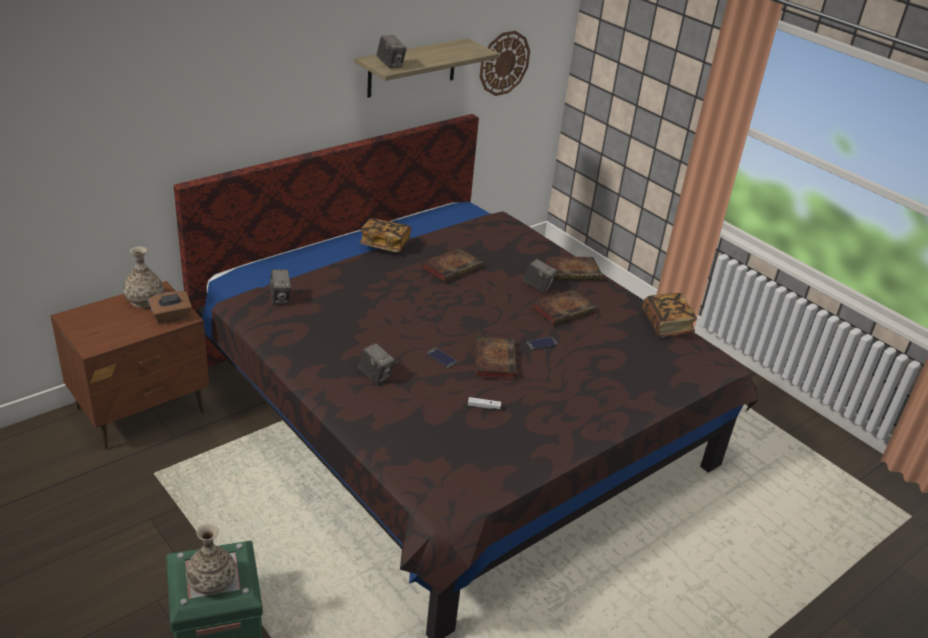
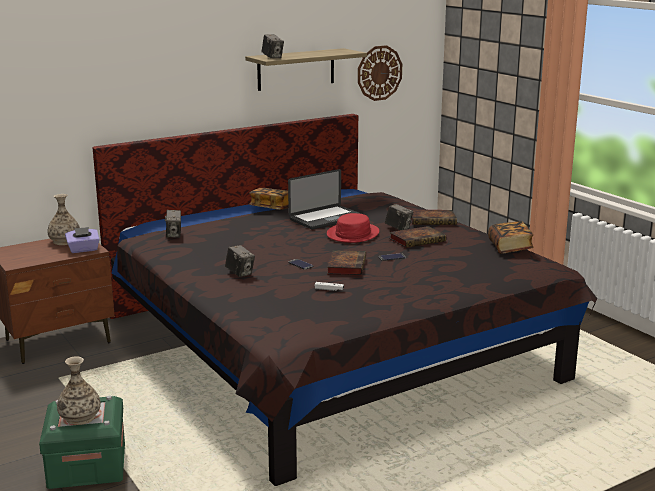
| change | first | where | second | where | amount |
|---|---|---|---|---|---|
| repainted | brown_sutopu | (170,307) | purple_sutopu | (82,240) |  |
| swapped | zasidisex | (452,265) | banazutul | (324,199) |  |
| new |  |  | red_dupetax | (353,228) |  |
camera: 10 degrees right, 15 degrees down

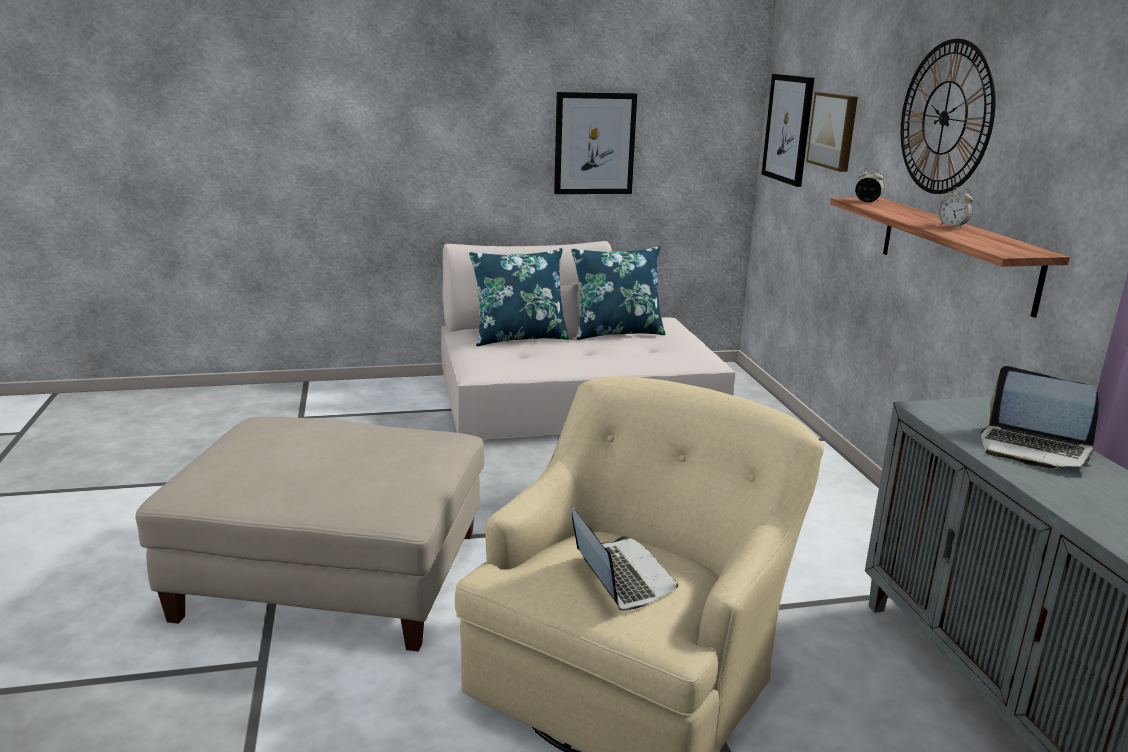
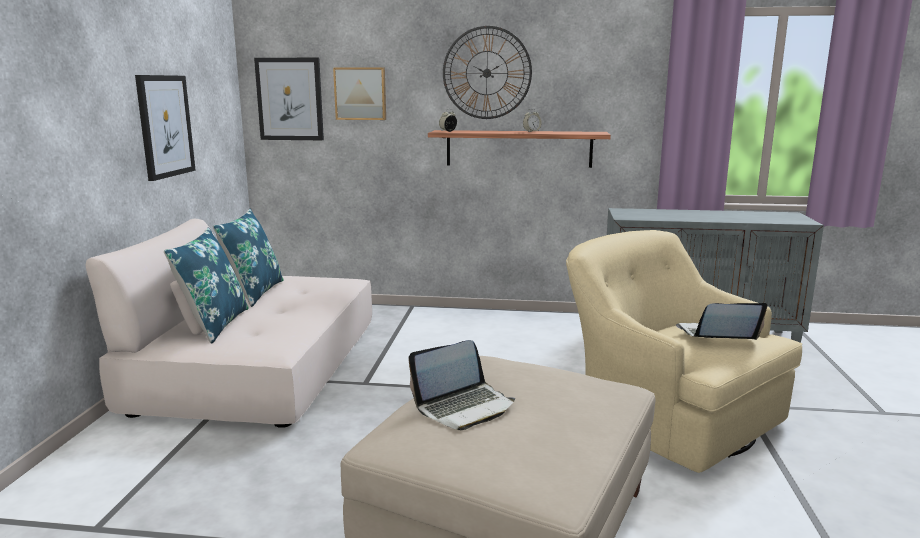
| change | first | where | second | where | amount |
|---|---|---|---|---|---|
| shifted | banazutul | (1040,417) |  | (461,385) |  |
camera: 70 degrees left, 5 degrees down

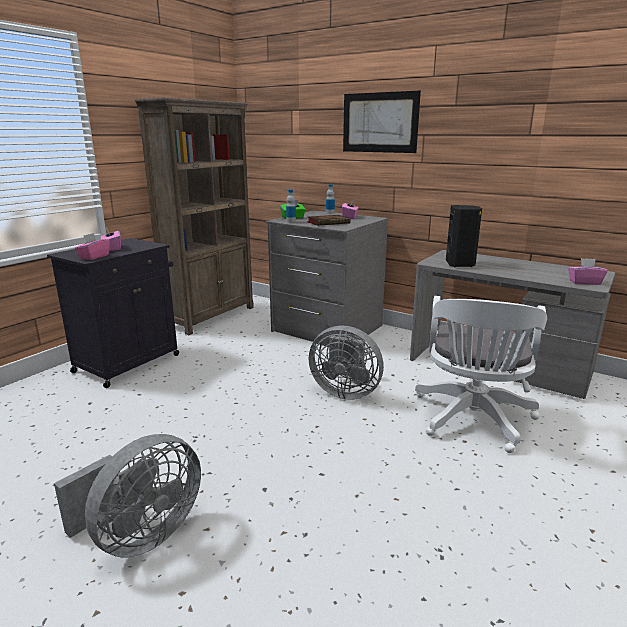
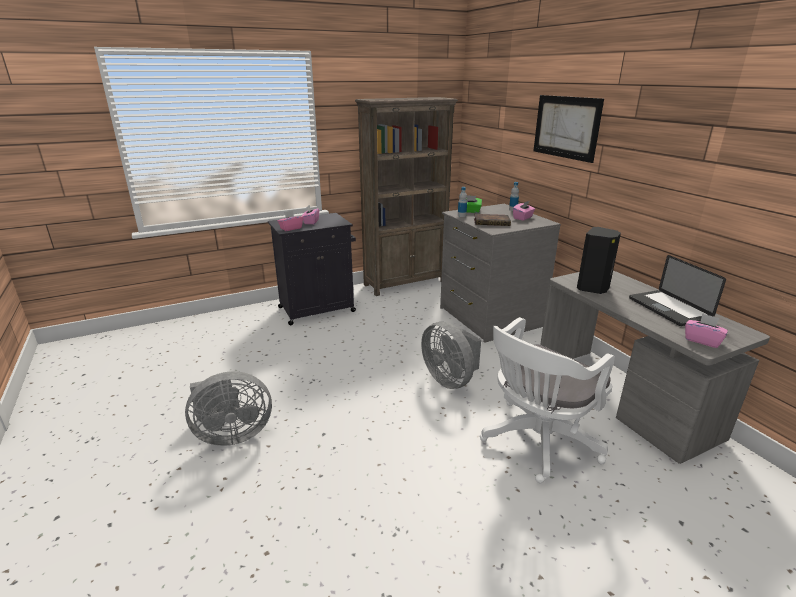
| change | first | where | second | where | amount |
|---|---|---|---|---|---|
| new |  |  | banazutul | (677,290) |  |
camera: 30 degrees right, 5 degrees up

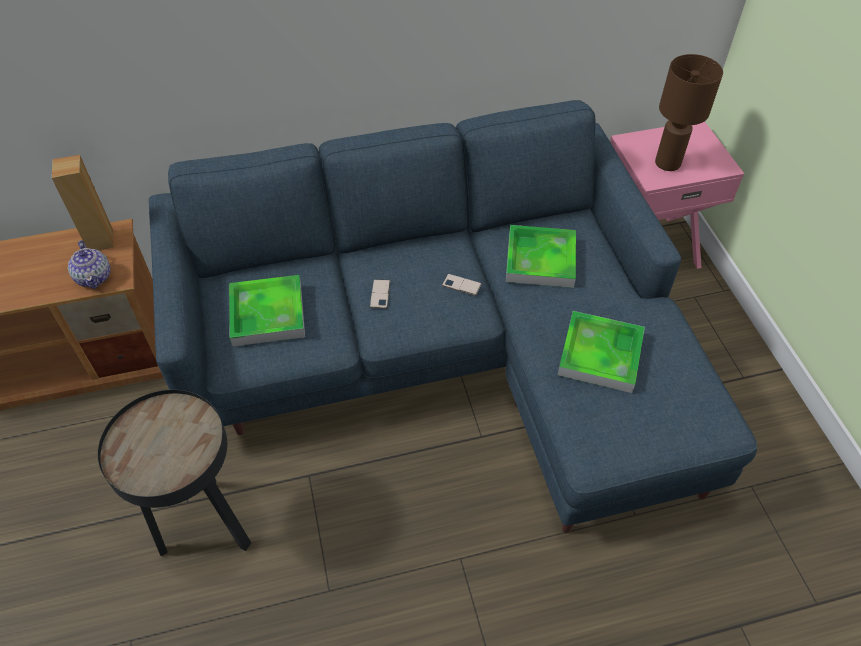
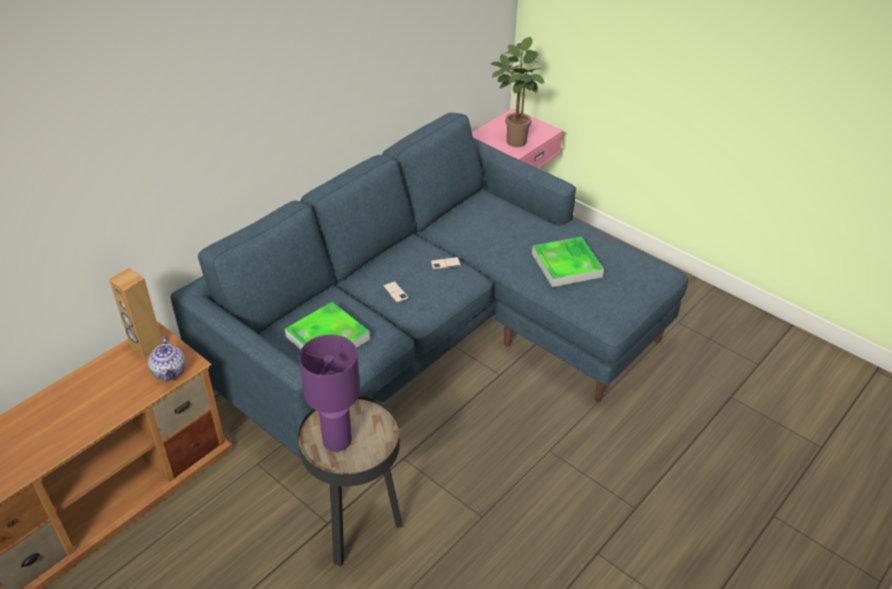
| change | first | where | second | where | amount |
|---|---|---|---|---|---|
| rotated | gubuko | (89,264) |  | (167,359) | 45 degrees clockwise |
| gone | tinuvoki | (541,256) |  |  |  |
| swapped | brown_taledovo | (689,112) | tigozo | (517,92) |  |
| new |  |  | purple_taledovo | (329,393) |  |
camera: 35 degrees left, 10 degrees down

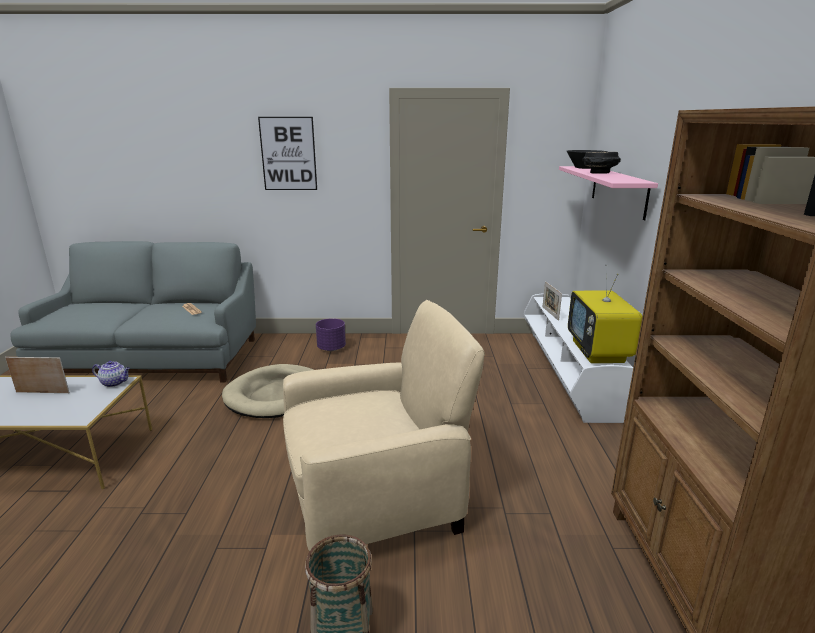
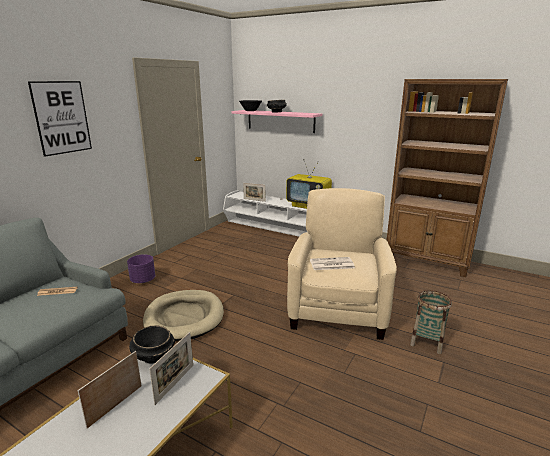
| change | first | where | second | where | amount |
|---|---|---|---|---|---|
| swapped | gubuko | (111,374) | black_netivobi | (152,344) |  |
| new |  |  | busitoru | (171,368) |  |
| new |  |  | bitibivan | (332,263) |  |
camera: 60 degrees left, 0 degrees up

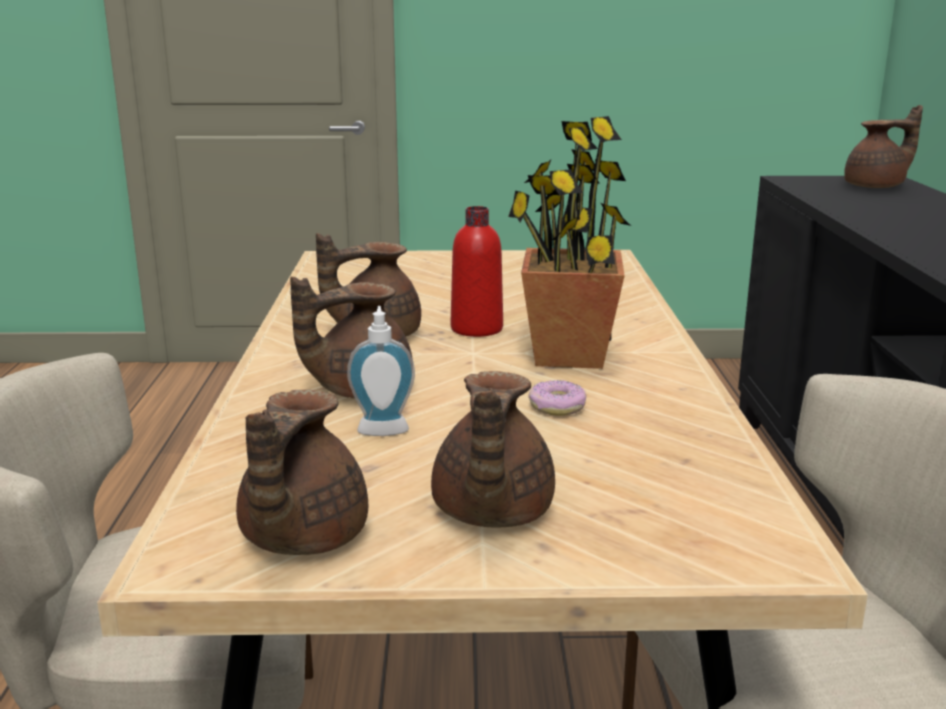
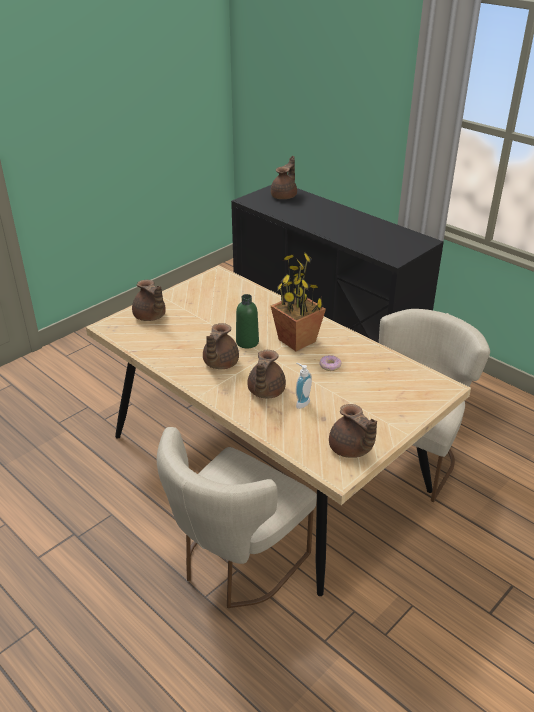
| change | first | where | second | where | amount |
|---|---|---|---|---|---|
| shifted | brown_gubuko | (493,449) |  | (149,300) |  |
| repainted | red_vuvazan | (477,271) | green_vuvazan | (247,321) |  |
camera: 45 degrees left, 15 degrees up

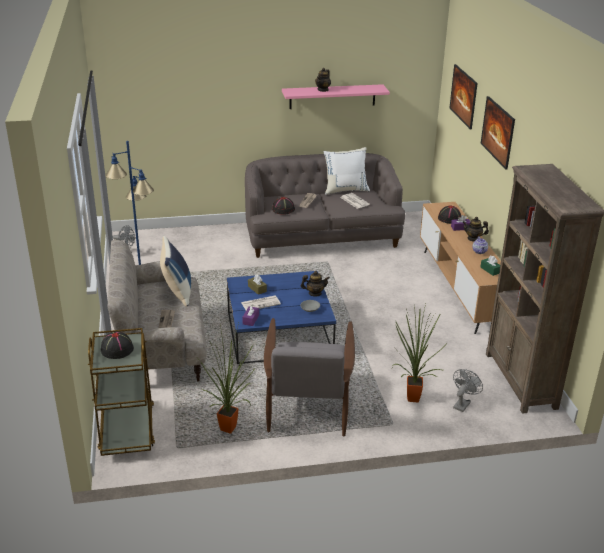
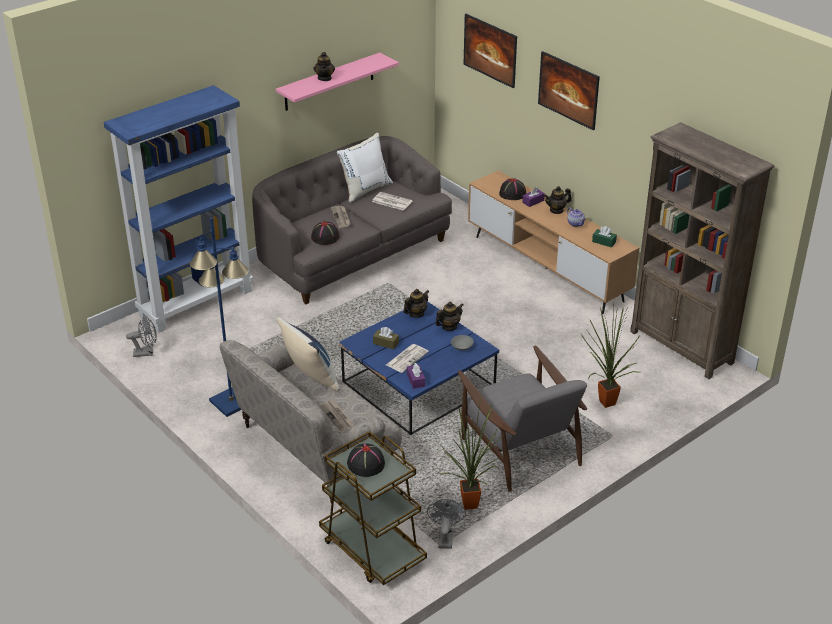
| change | first | where | second | where | amount |
|---|---|---|---|---|---|
| shifted | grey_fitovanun | (468,390) |  | (446,524) |  |
| new |  |  | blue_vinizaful | (178,209) |  |
| new |  |  | gubuko | (416,303) |  |
camera: 30 degrees left, 5 degrees up

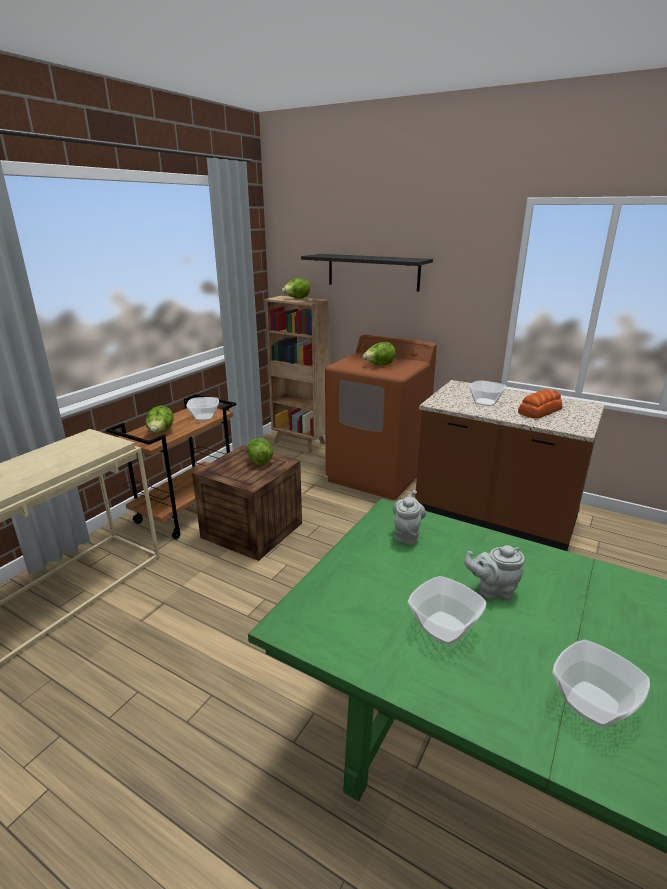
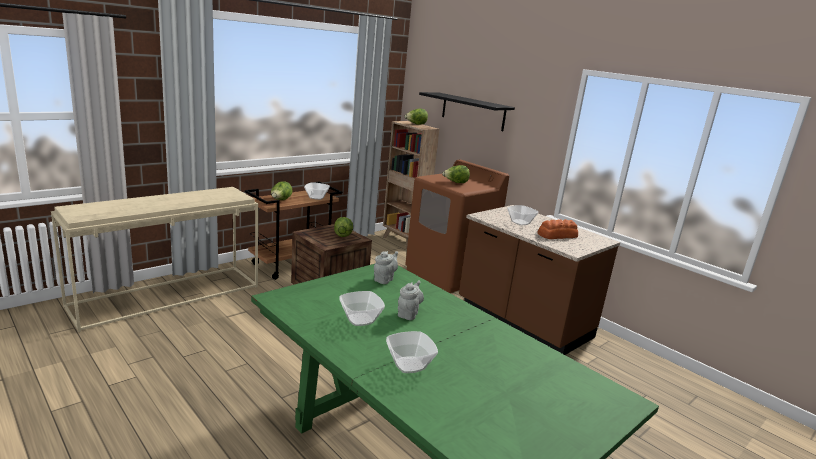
| change | first | where | second | where | amount |
|---|---|---|---|---|---|
| rotated | grey_gubuko | (494,572) |  | (411,300) | 90 degrees clockwise |
camera: 15 degrees right, 5 degrees down

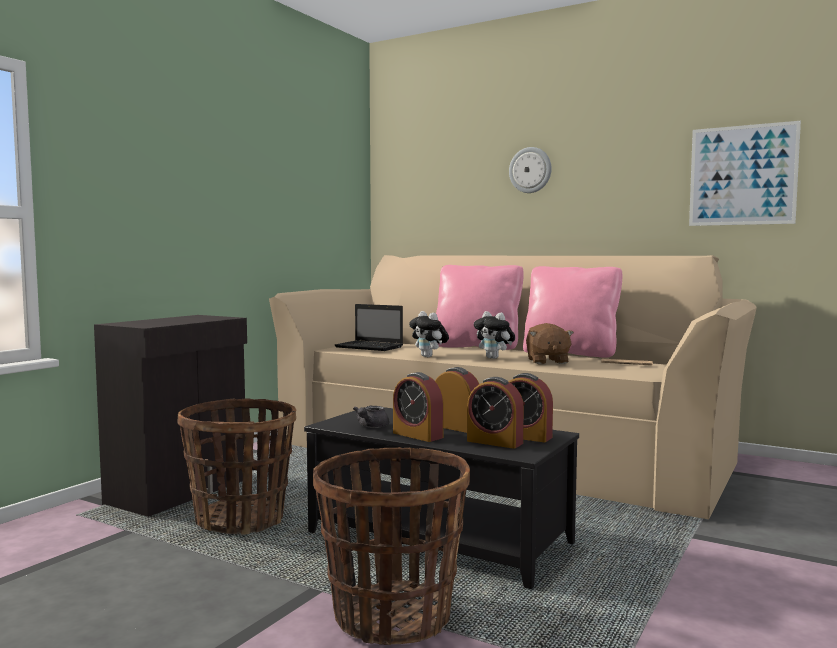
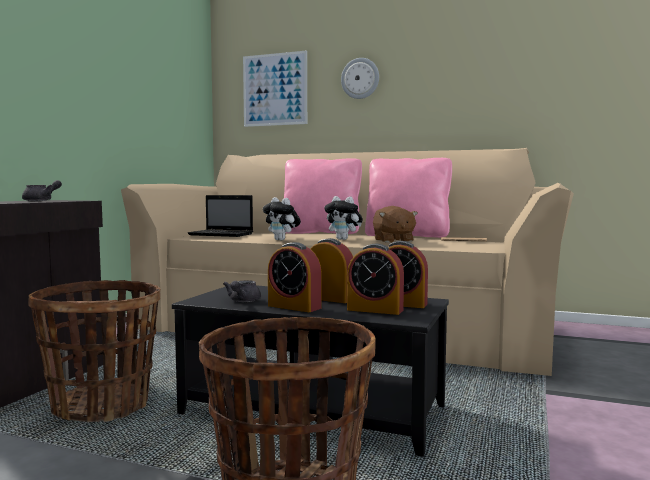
| change | first | where | second | where | amount |
|---|---|---|---|---|---|
| shifted | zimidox | (745,173) |  | (275,88) |  |
| new |  |  | grey_gubuko | (42,190) |  |
camera: 10 degrees left, 0 degrees up

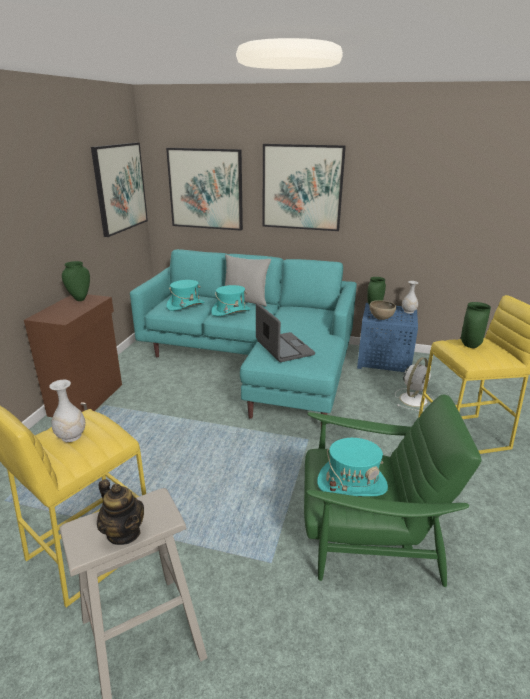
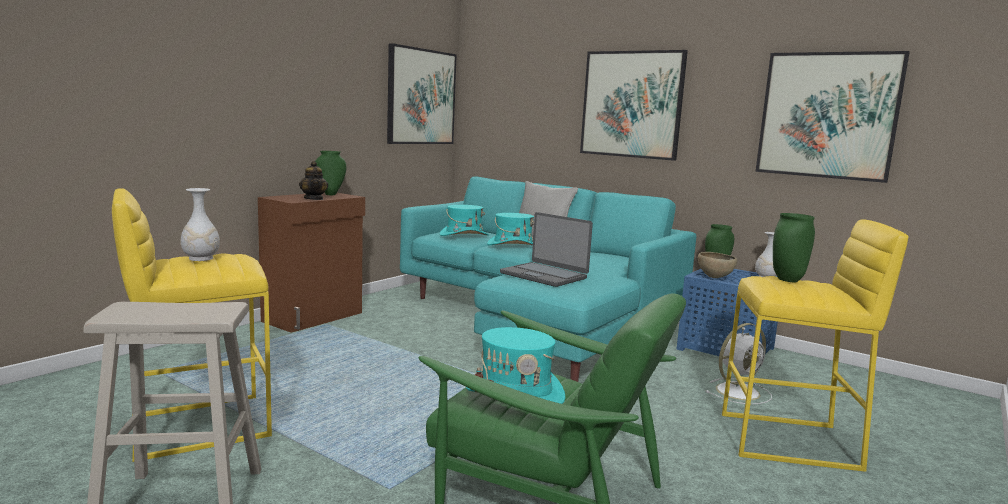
| change | first | where | second | where | amount |
|---|---|---|---|---|---|
| shifted | gubuko | (120,512) |  | (314,180) |  |
| shifted | zimidox | (204,189) |  | (832,117) |  |
| rotated | banazutul | (285,332) |  | (546,249) | 135 degrees clockwise |
camera: 20 degrees right, 15 degrees down

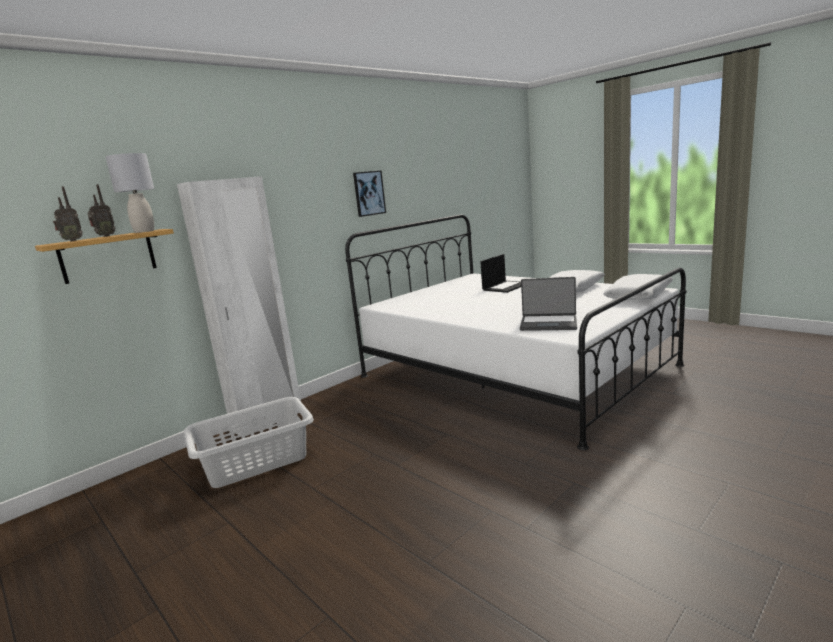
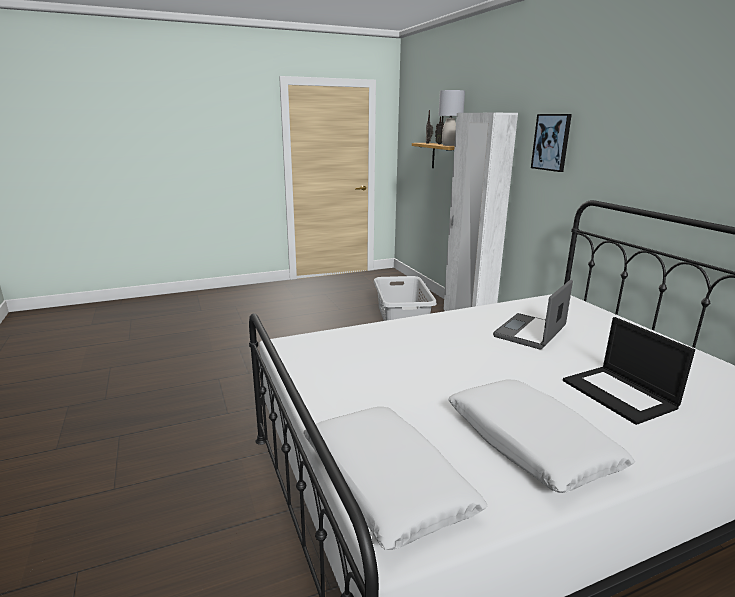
| change | first | where | second | where | amount |
|---|---|---|---|---|---|
| shifted | zimidox | (369,194) |  | (551,143) |  |
| shifted | banazutul | (548,304) |  | (533,315) |  |
camera: 110 degrees right, 5 degrees up

